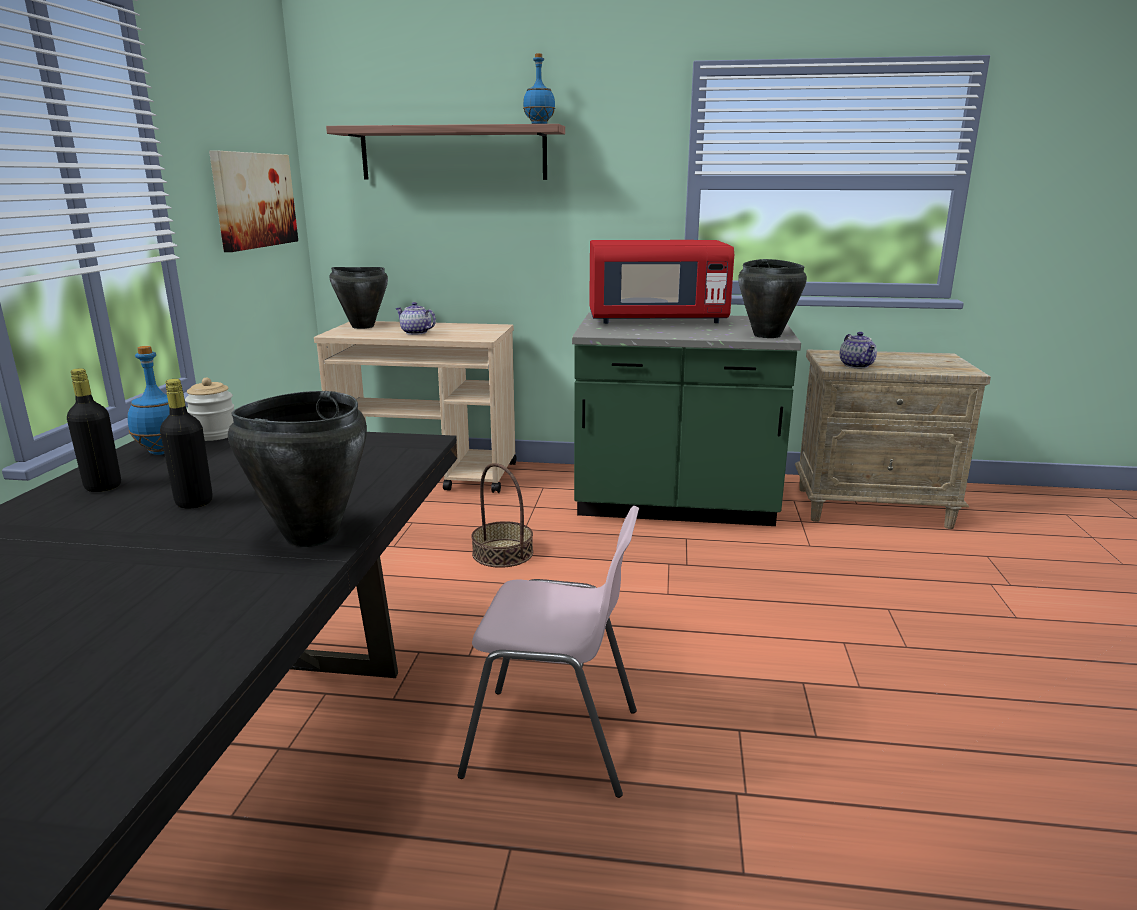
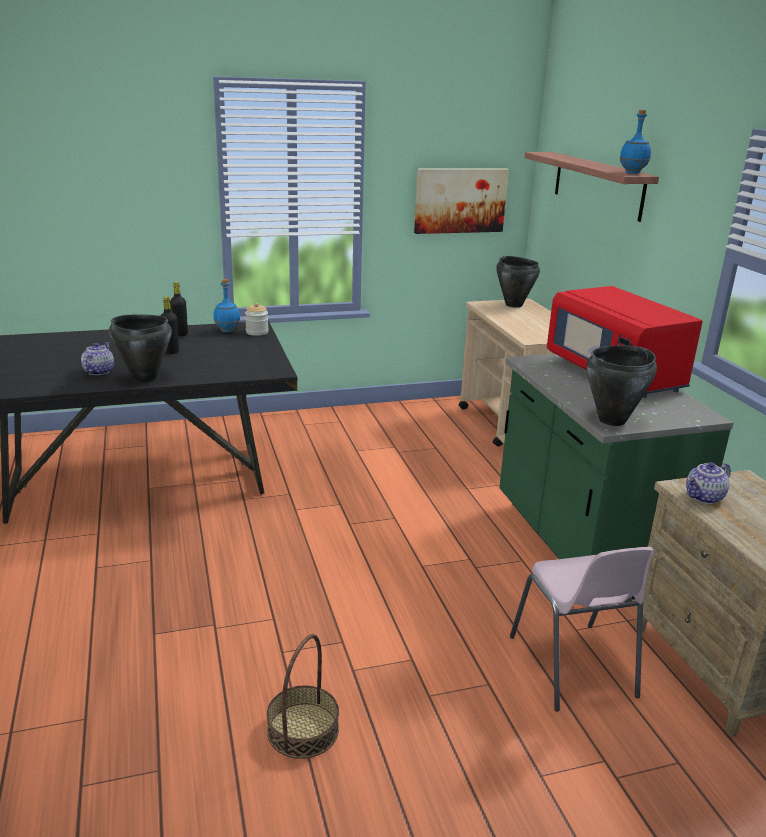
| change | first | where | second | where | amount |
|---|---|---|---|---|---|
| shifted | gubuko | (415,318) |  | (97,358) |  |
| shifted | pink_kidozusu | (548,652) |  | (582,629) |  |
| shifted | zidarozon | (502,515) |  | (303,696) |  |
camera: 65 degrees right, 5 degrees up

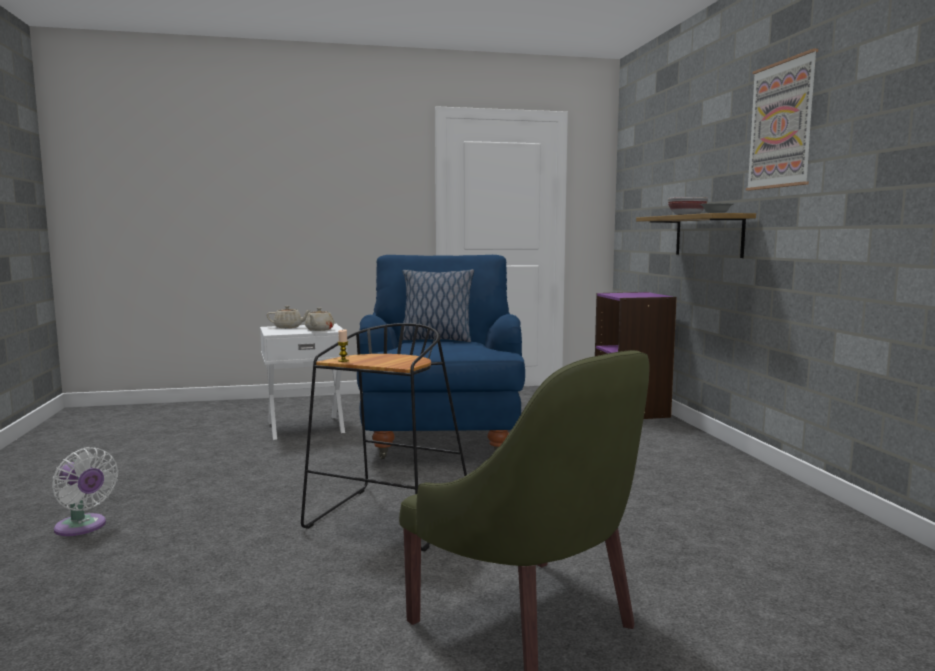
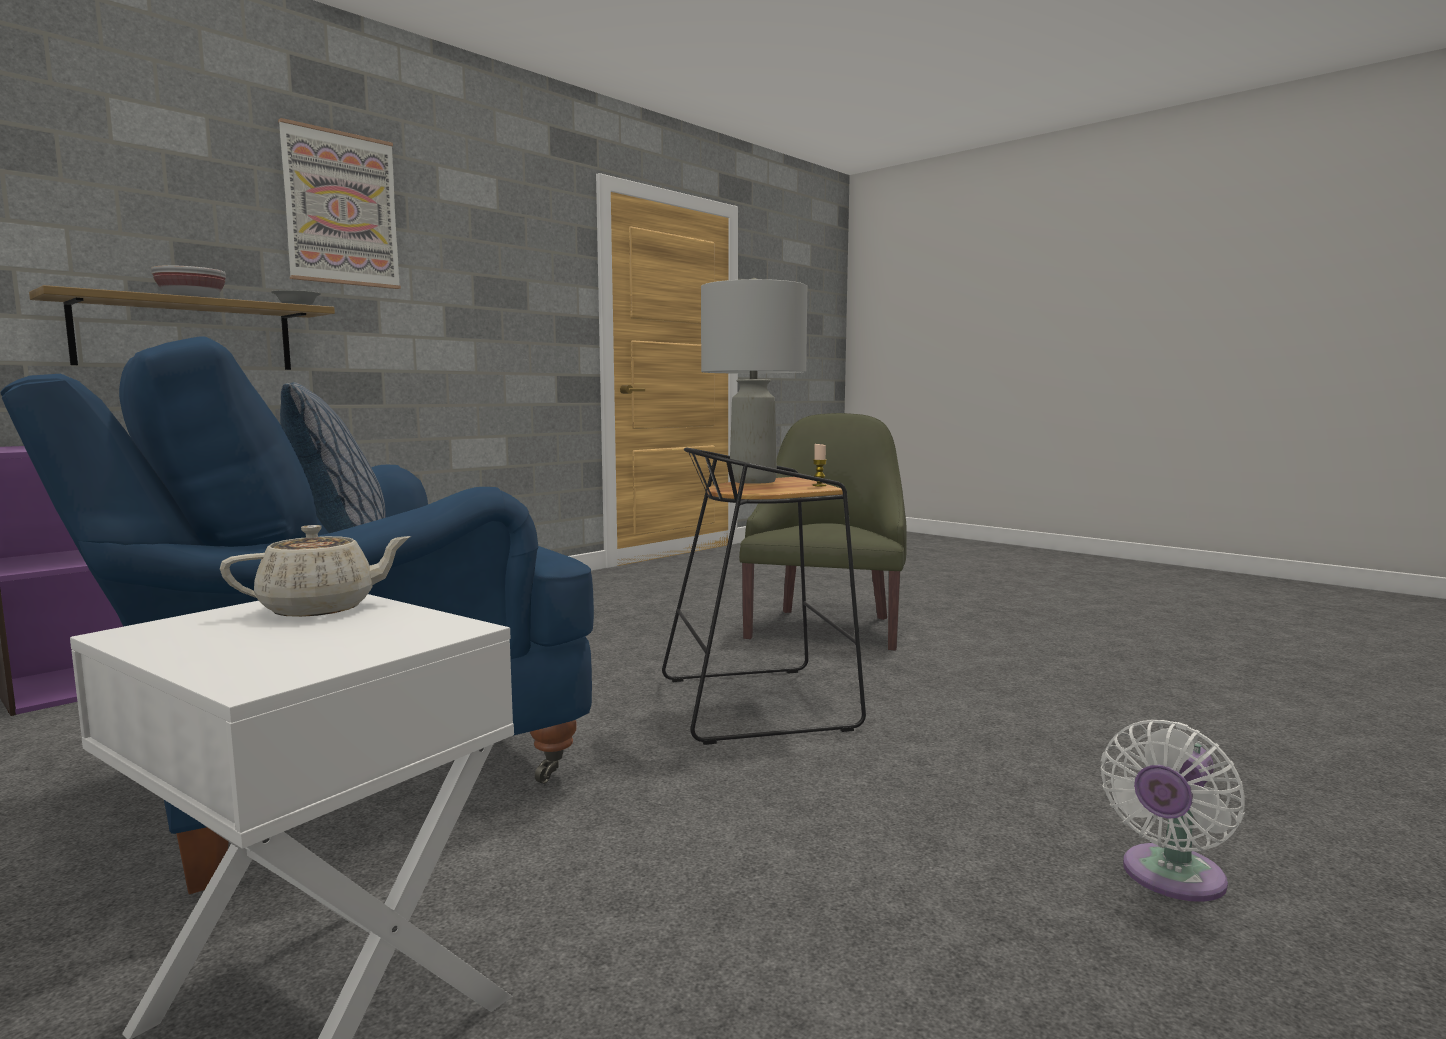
| change | first | where | second | where | amount |
|---|---|---|---|---|---|
| rotated | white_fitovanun | (85,491) |  | (1173,811) | 135 degrees counterclockwise |
| gone | beige_gubuko | (288,317) |  |  |  |
| new |  |  | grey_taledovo | (754,381) |  |
camera: 125 degrees left, 0 degrees up

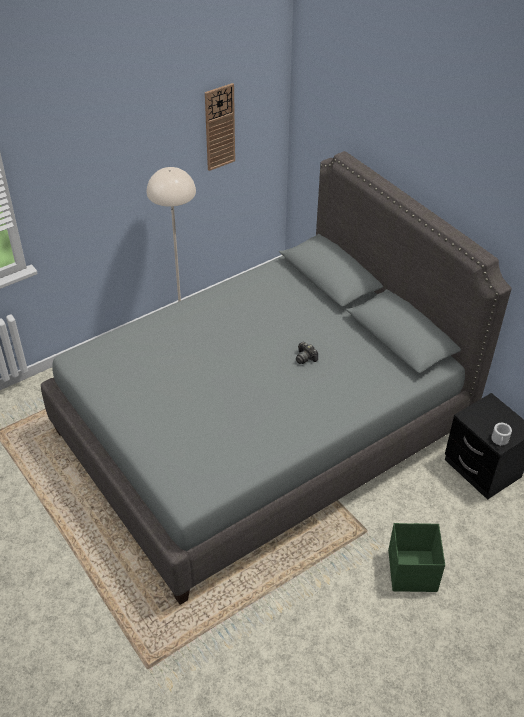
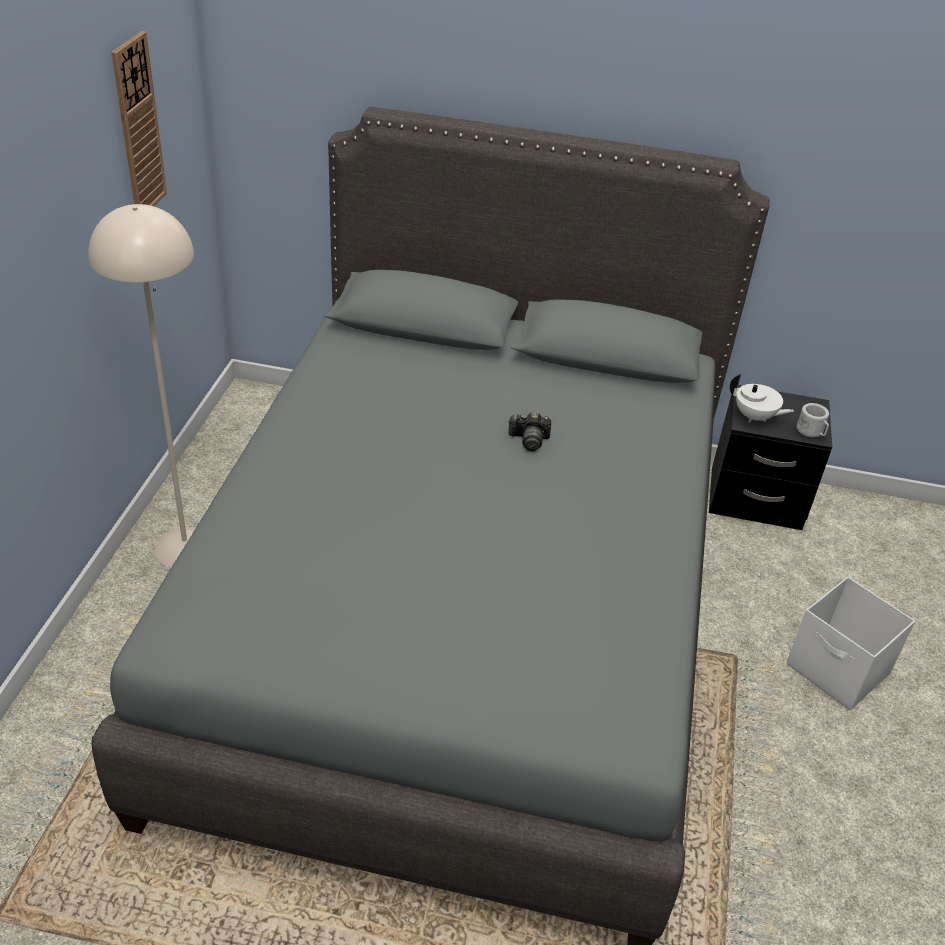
| change | first | where | second | where | amount |
|---|---|---|---|---|---|
| repainted | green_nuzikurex | (416,557) | white_nuzikurex | (850,643) |  |
| new |  |  | white_gubuko | (762,398) |  |
camera: 45 degrees left, 5 degrees down

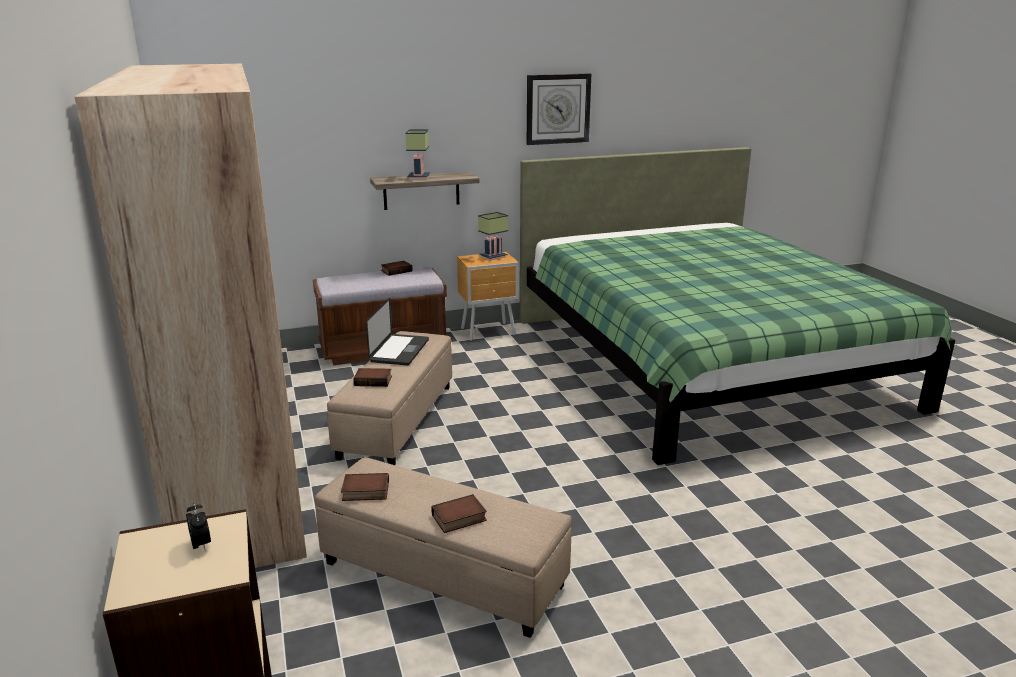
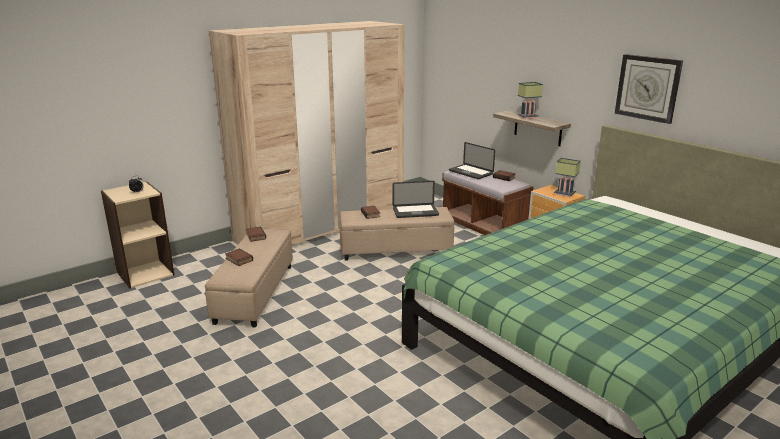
| change | first | where | second | where | amount |
|---|---|---|---|---|---|
| new |  |  | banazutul | (472,160) |  |
camera: 70 degrees right, 0 degrees up

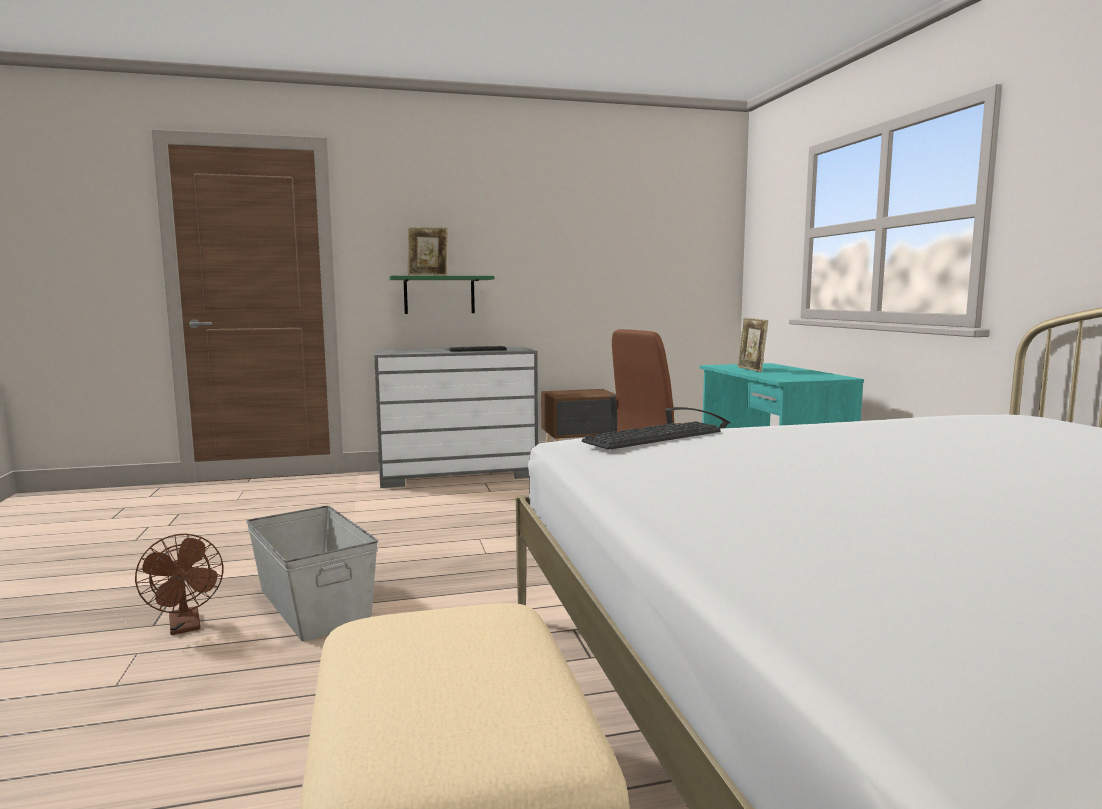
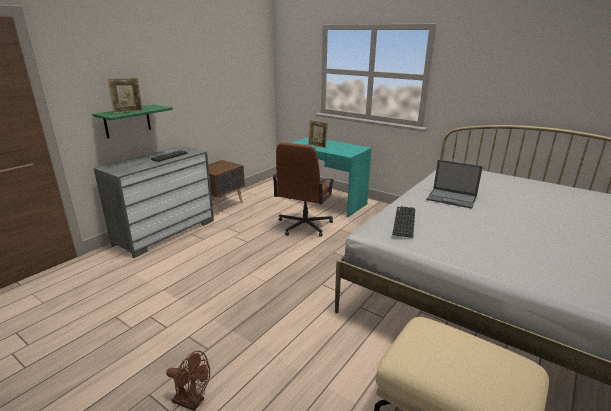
| change | first | where | second | where | amount |
|---|---|---|---|---|---|
| gone | grey_nuzikurex | (312,573) |  |  |  |
| new |  |  | banazutul | (454,184) |  |
camera: 40 degrees left, 15 degrees up

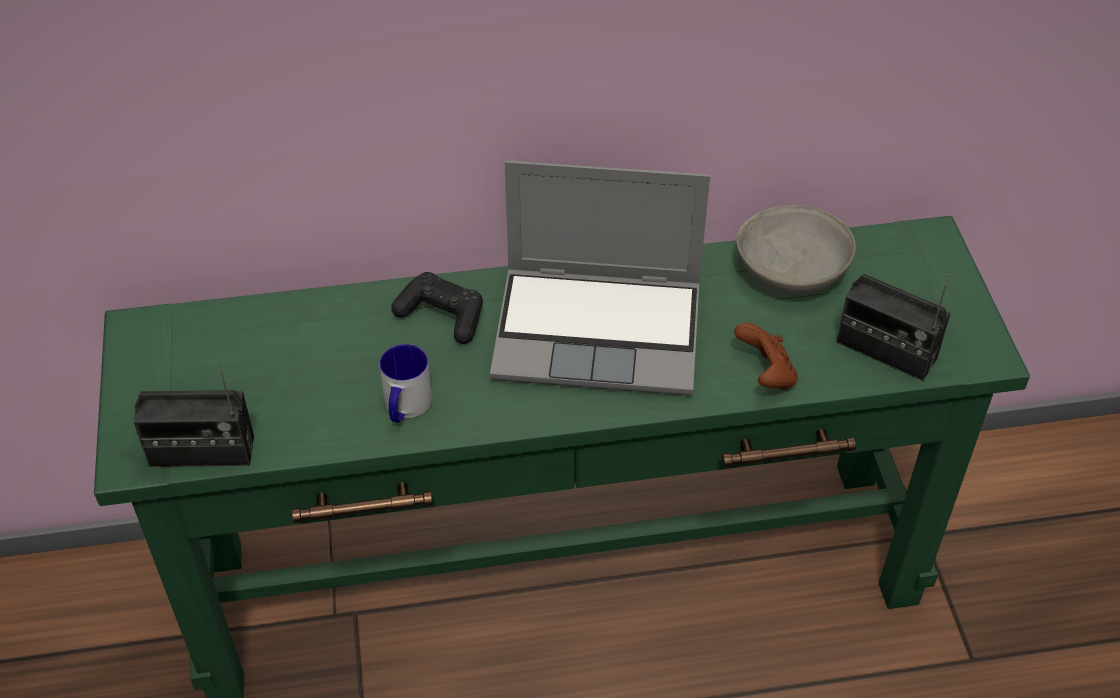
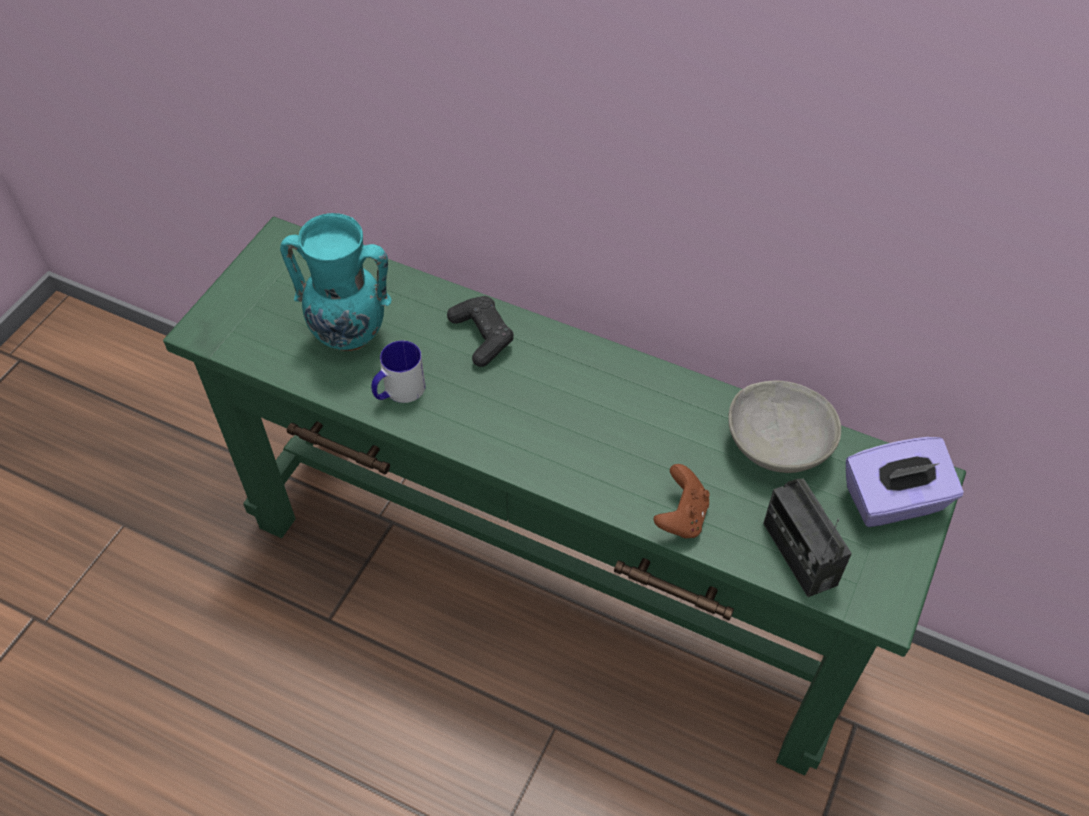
| change | first | where | second | where | amount |
|---|---|---|---|---|---|
| gone | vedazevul | (194,414) |  |  |  |
| gone | banazutul | (600,278) |  |  |  |
| new |  |  | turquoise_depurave | (335,282) |  |
| new |  |  | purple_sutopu | (905,482) |  |
camera: 35 degrees right, 5 degrees up

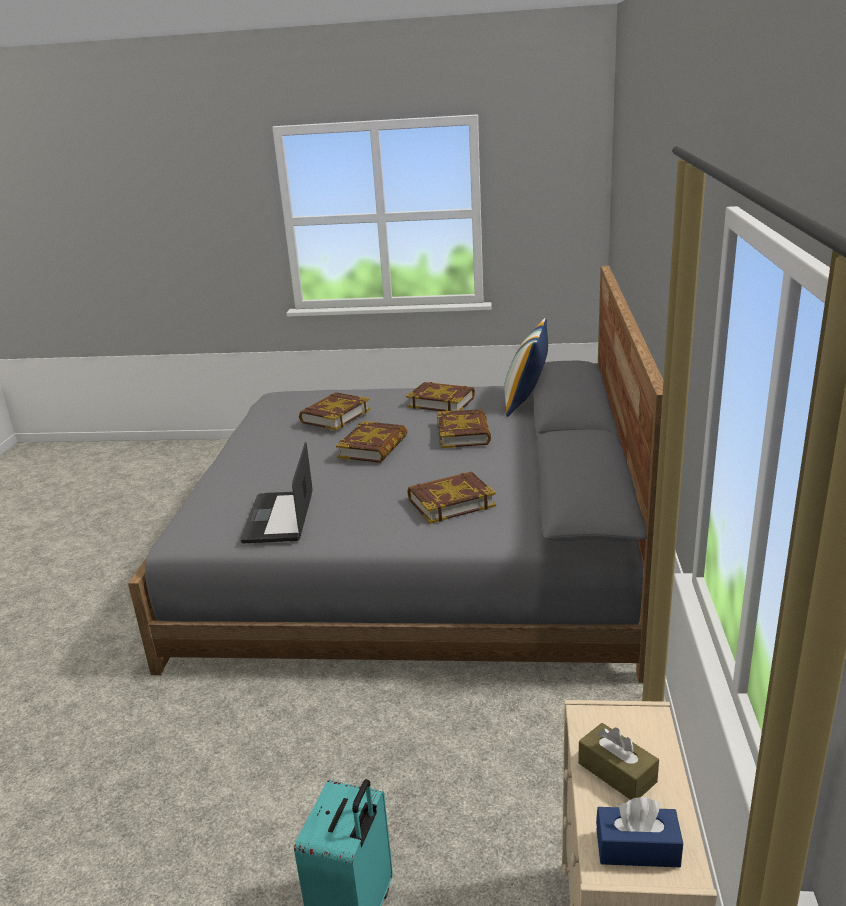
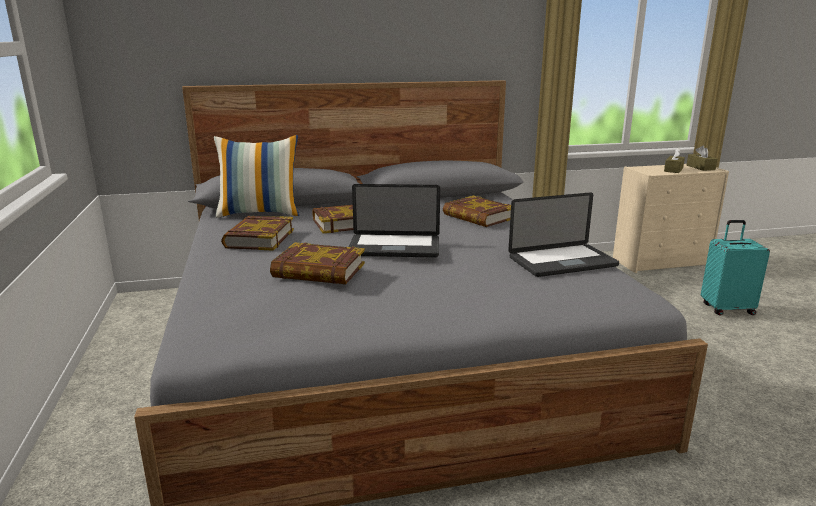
| change | first | where | second | where | amount |
|---|---|---|---|---|---|
| swapped | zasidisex | (371,442) | banazutul | (394,220) |  |
| repainted | blue_sutopu | (639,832) | brown_sutopu | (702,158) |  |
camera: 110 degrees left, 5 degrees down

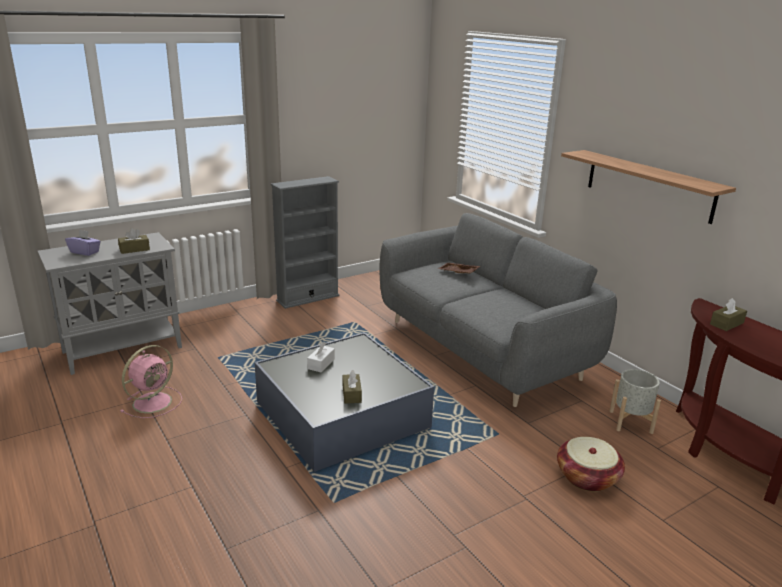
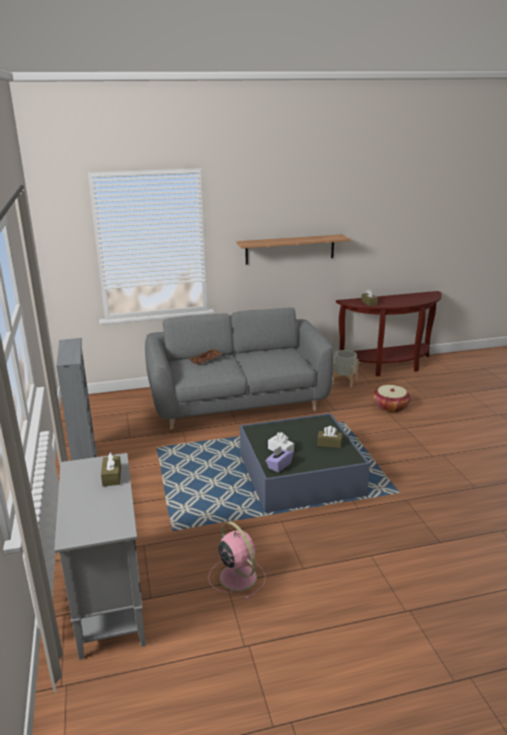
| change | first | where | second | where | amount |
|---|---|---|---|---|---|
| shifted | purple_sutopu | (83,242) |  | (279,459) |  |
camera: 70 degrees left, 0 degrees up

